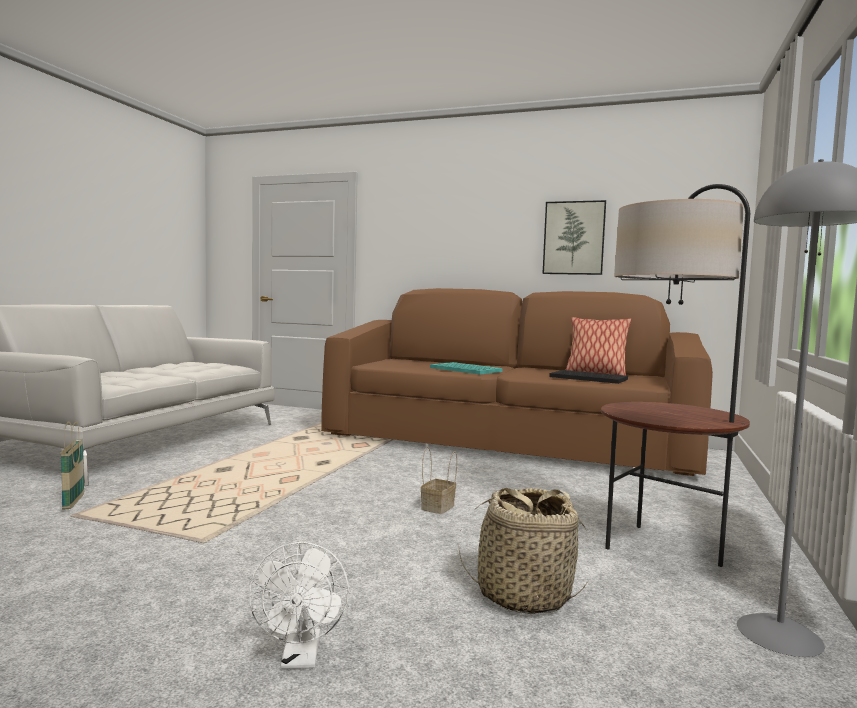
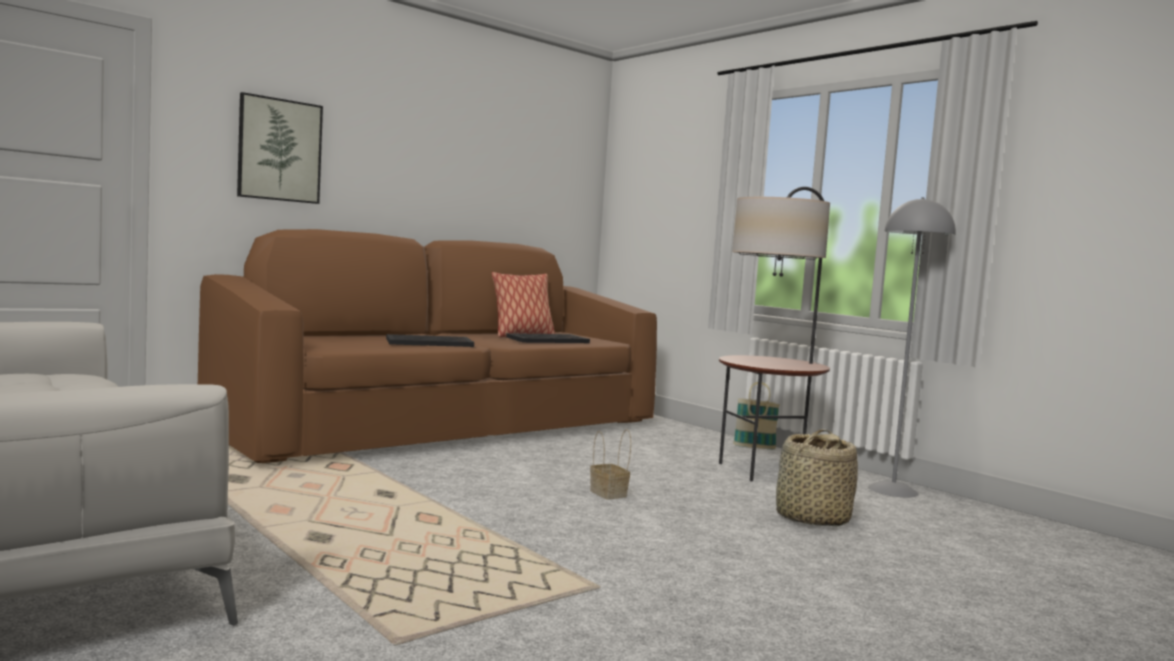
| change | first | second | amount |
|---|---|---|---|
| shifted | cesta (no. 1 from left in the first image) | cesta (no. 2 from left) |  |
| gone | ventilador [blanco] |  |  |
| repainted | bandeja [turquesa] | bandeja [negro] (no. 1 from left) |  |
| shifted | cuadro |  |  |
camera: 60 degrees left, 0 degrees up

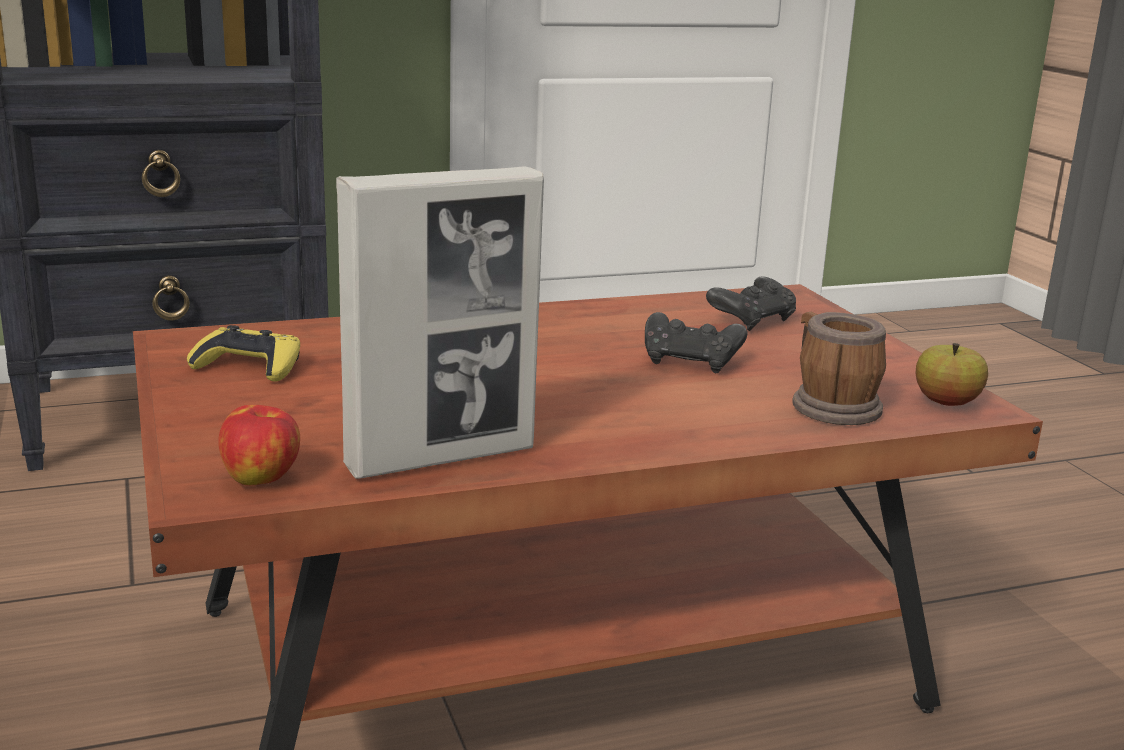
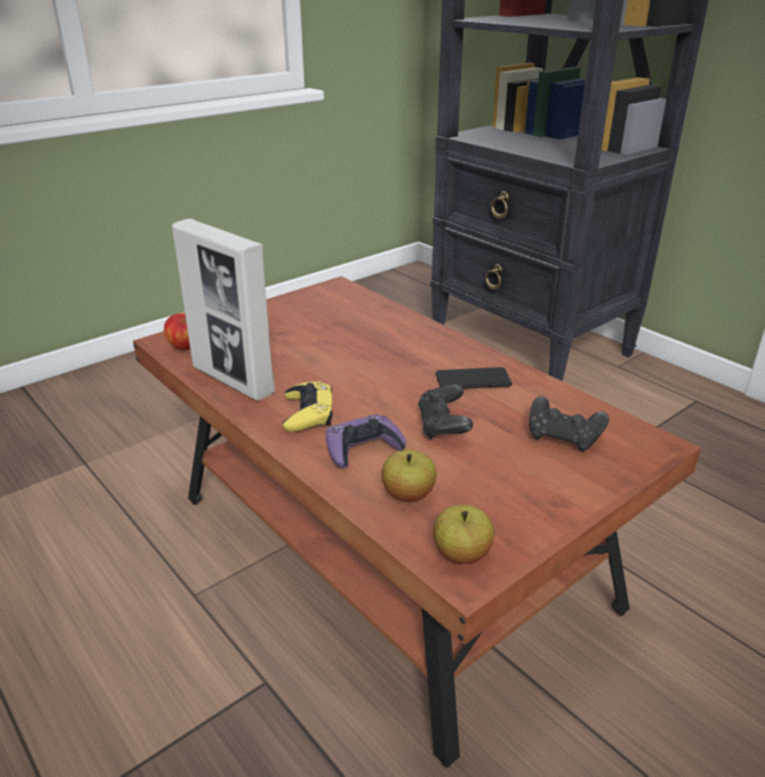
| change | first | second | amount |
|---|---|---|---|
| shifted | mando de consola [amarillo] |  |  |
| swapped | taza grande | manzana (no. 2 from left) |  |
| new |  | mando de consola [morado] |  |
| new |  | móvil |  |
camera: 70 degrees right, 10 degrees up

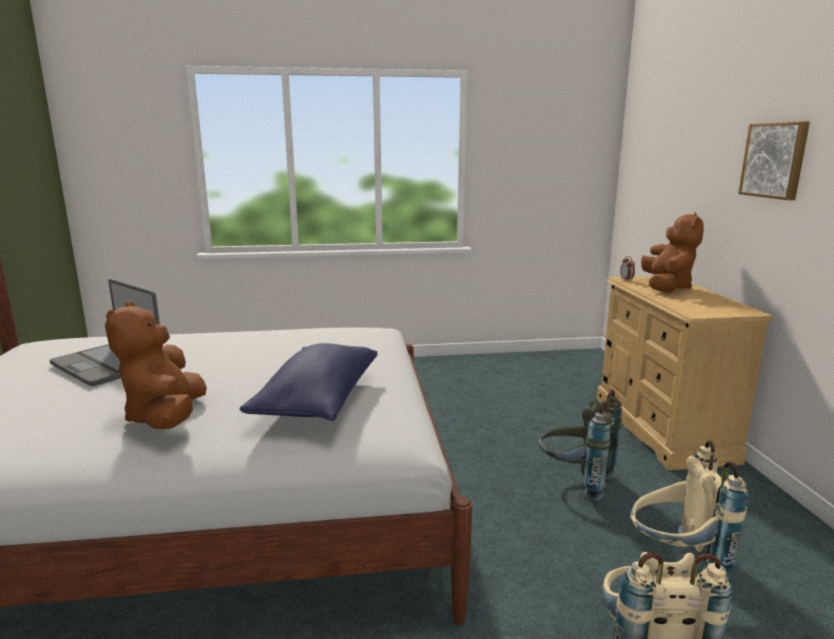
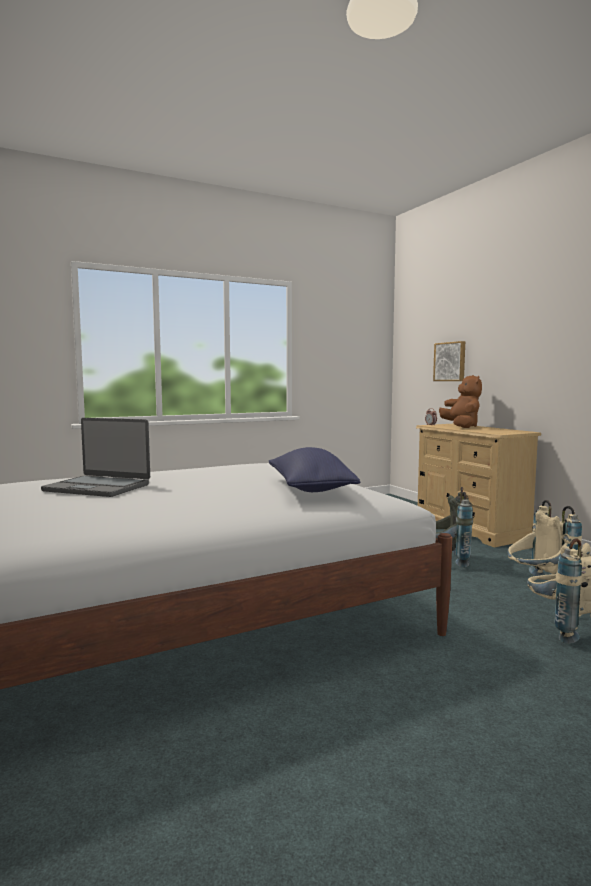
| change | first | second | amount |
|---|---|---|---|
| gone | peluche [marrón] (no. 1 from left) |  |  |
| shifted | cuadro |  |  |
camera: 20 degrees left, 10 degrees down

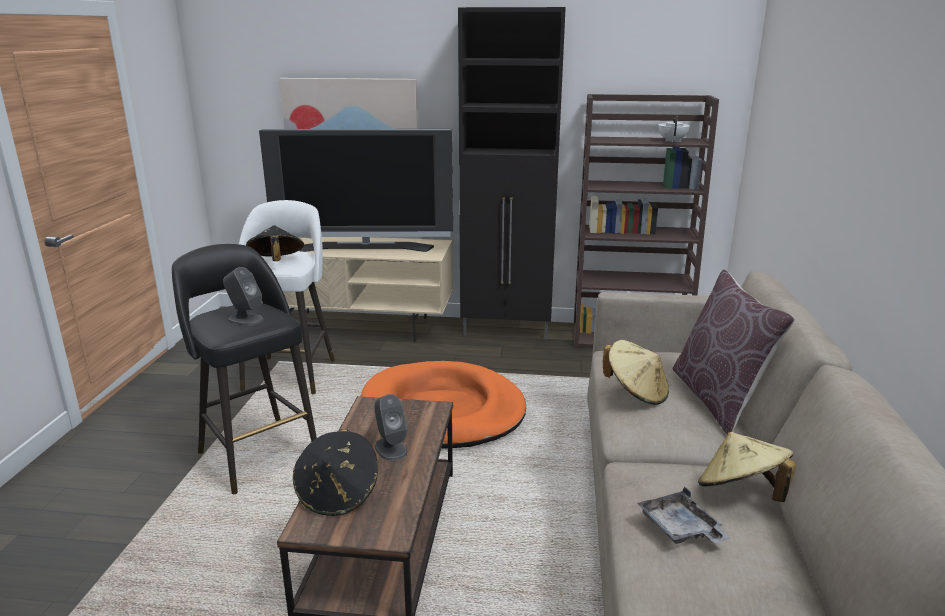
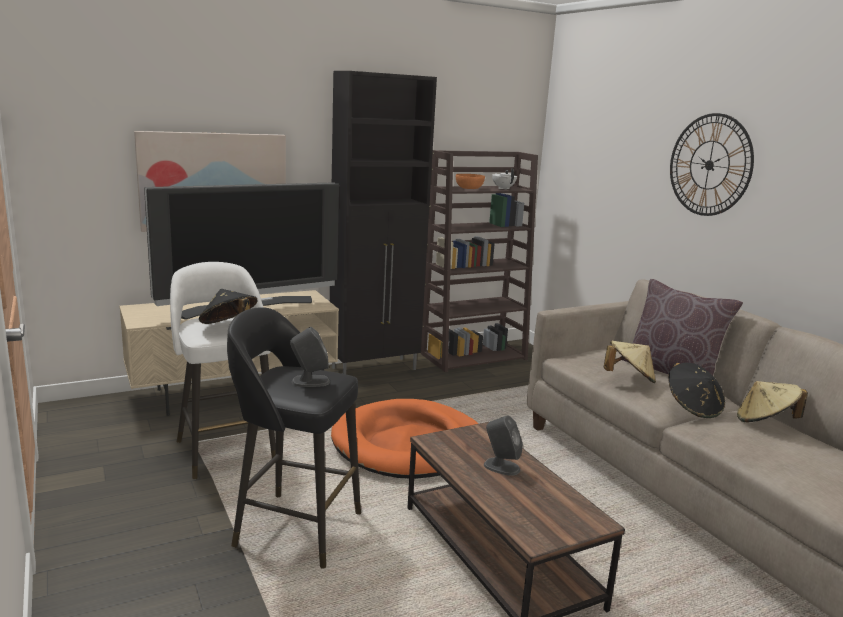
| change | first | second | amount |
|---|---|---|---|
| shifted | sombrero [negro] (no. 2 from left) |  |  |
| gone | bandeja [gris] |  |  |
| new |  | cuenco [naranja] |  |
| new |  | reloj de pared |  |
camera: 35 degrees left, 5 degrees down

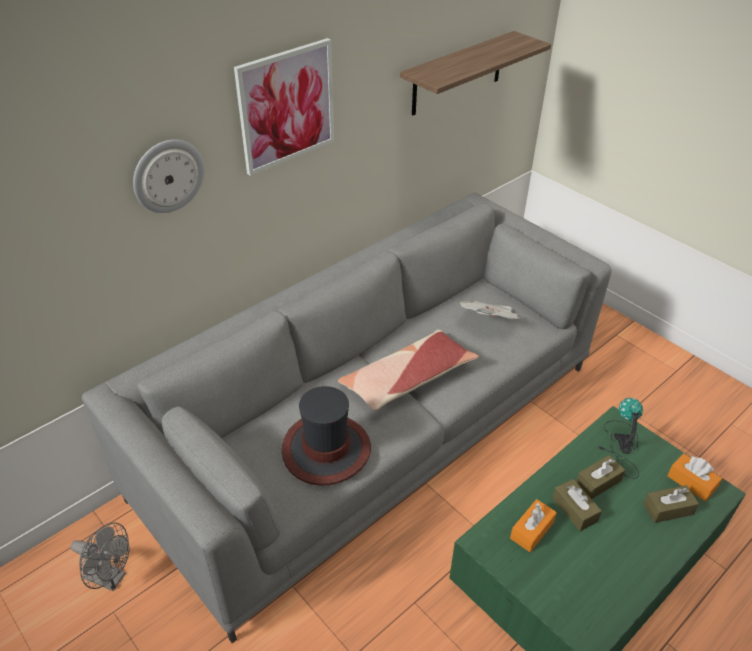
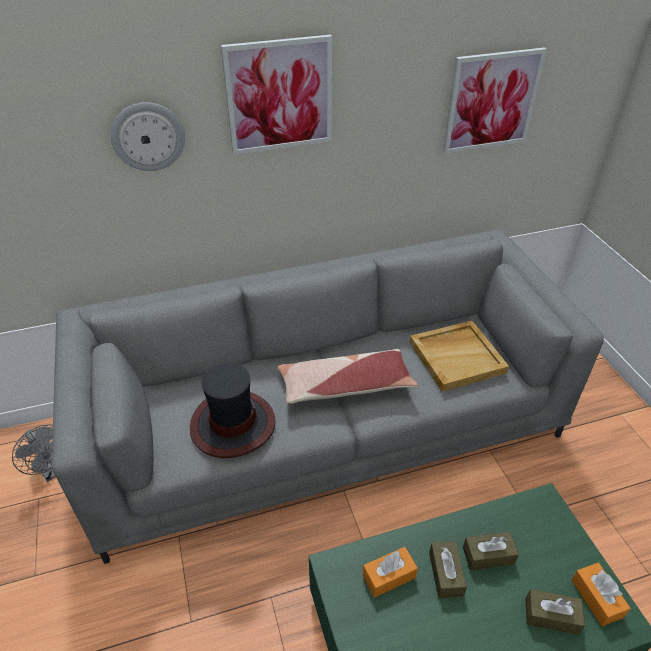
| change | first | second | amount |
|---|---|---|---|
| swapped | estante | cuadro (no. 2 from left) |  |
| swapped | periódico | bandeja [beis] |  |
| gone | lámpara de mesa |  |  |
camera: 25 degrees right, 0 degrees up

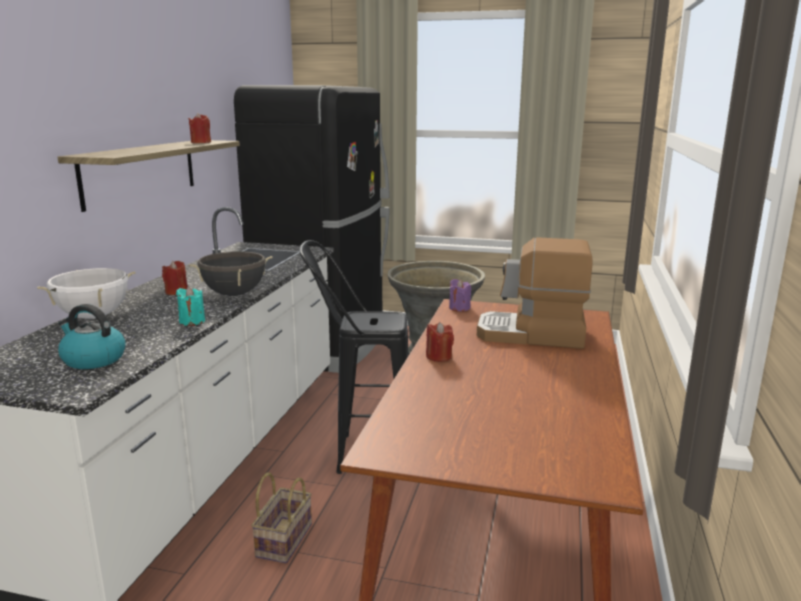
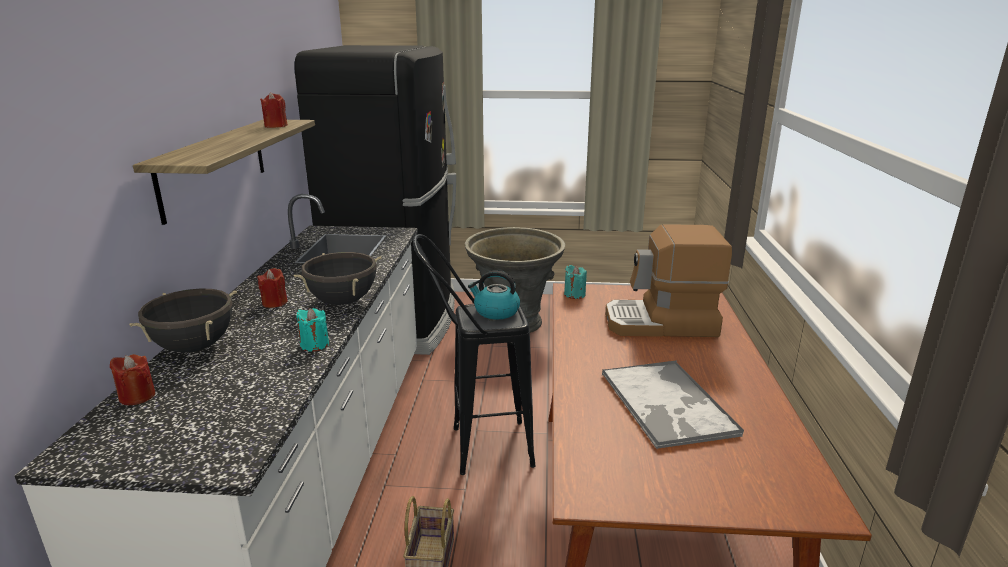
| change | first | second | amount |
|---|---|---|---|
| repainted | olla [blanco] | olla [negro] (no. 1 from left) |  |
| shifted | hervidor |  |  |
| shifted | vela [rojo] (no. 3 from left in the first image) | vela [rojo] (no. 1 from left) |  |
| repainted | vela [morado] | vela [turquesa] (no. 2 from left) |  |
| new |  | bandeja |  |
camera: 10 degrees left, 5 degrees up

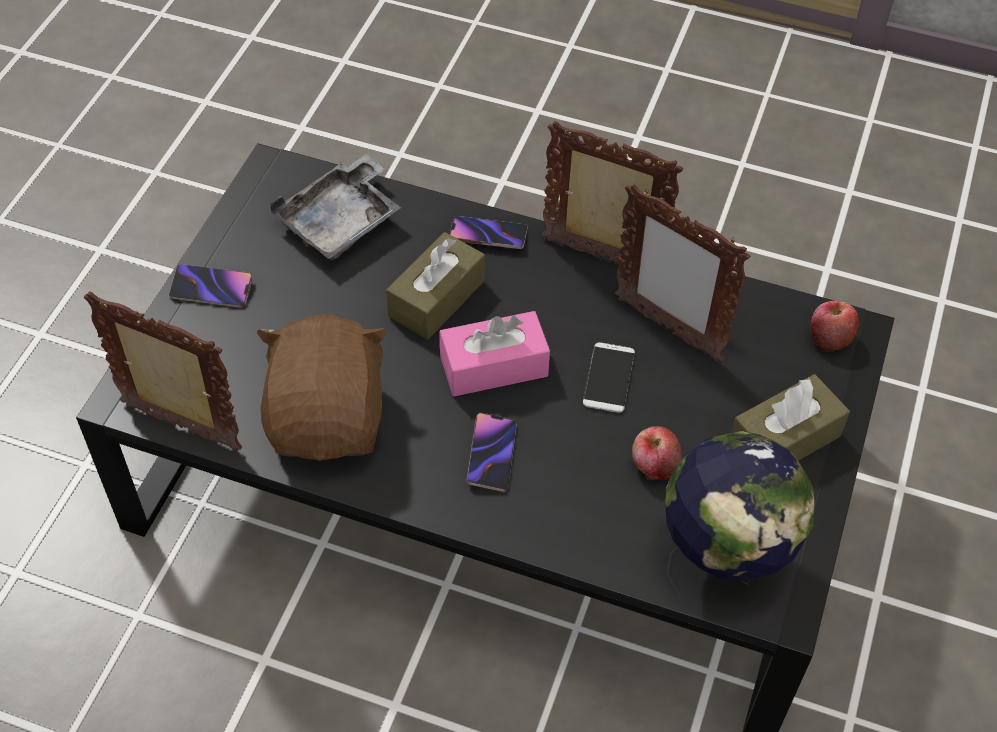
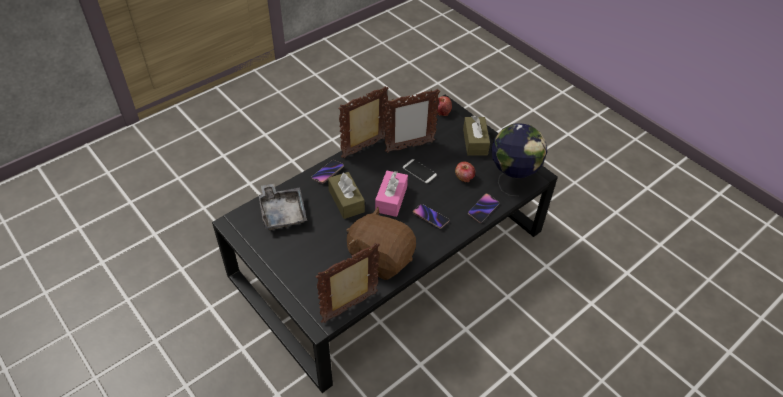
| change | first | second | amount |
|---|---|---|---|
| shifted | móvil (no. 1 from left in the first image) | móvil (no. 4 from left) |  |
camera: 60 degrees left, 5 degrees down

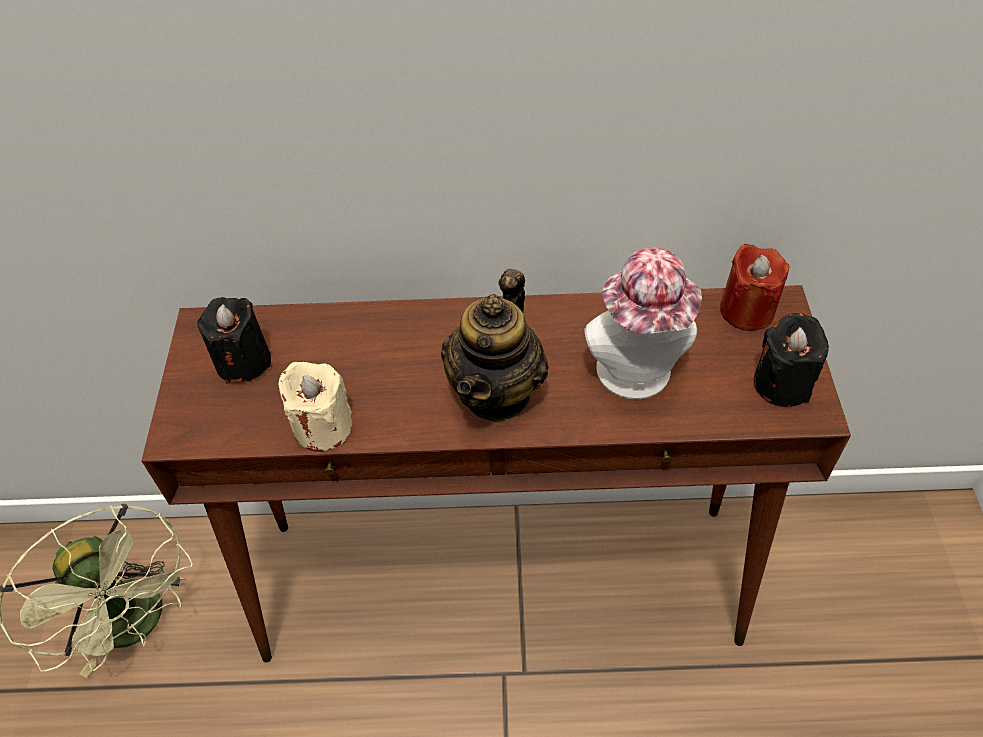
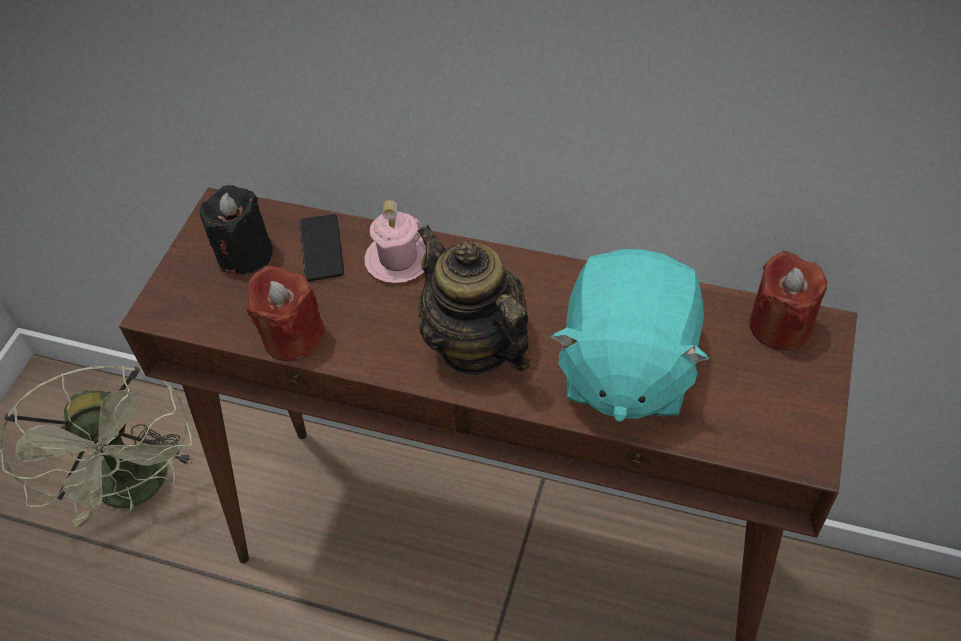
| change | first | second | amount |
|---|---|---|---|
| repainted | vela [beis] | vela [rojo] (no. 1 from left) |  |
| rotated | tetera |  | 105 degrees clockwise |
| swapped | sombrero | peluche [turquesa] |  |
| gone | vela [negro] (no. 2 from left) |  |  |
| new |  | móvil |  |
| new |  | taza grande [rosa] |  |
camera: 20 degrees right, 0 degrees up

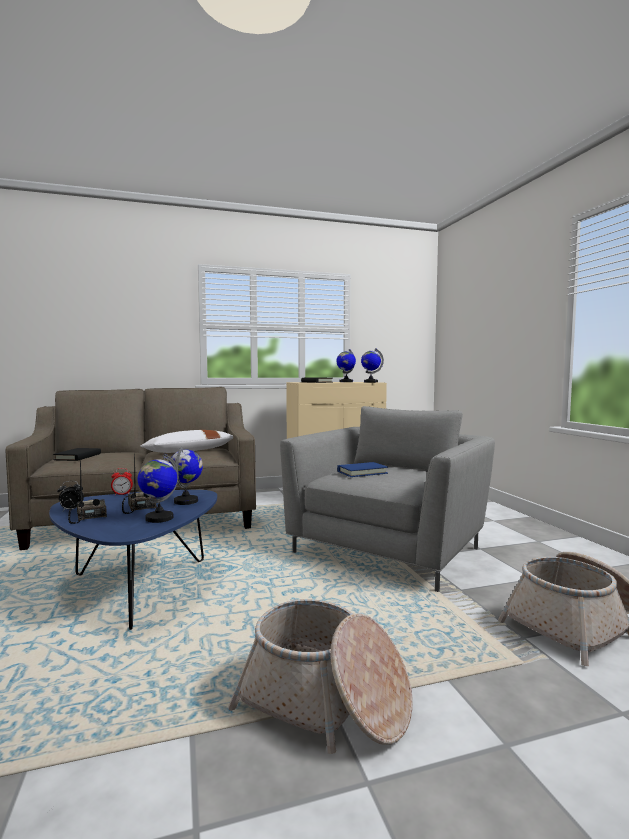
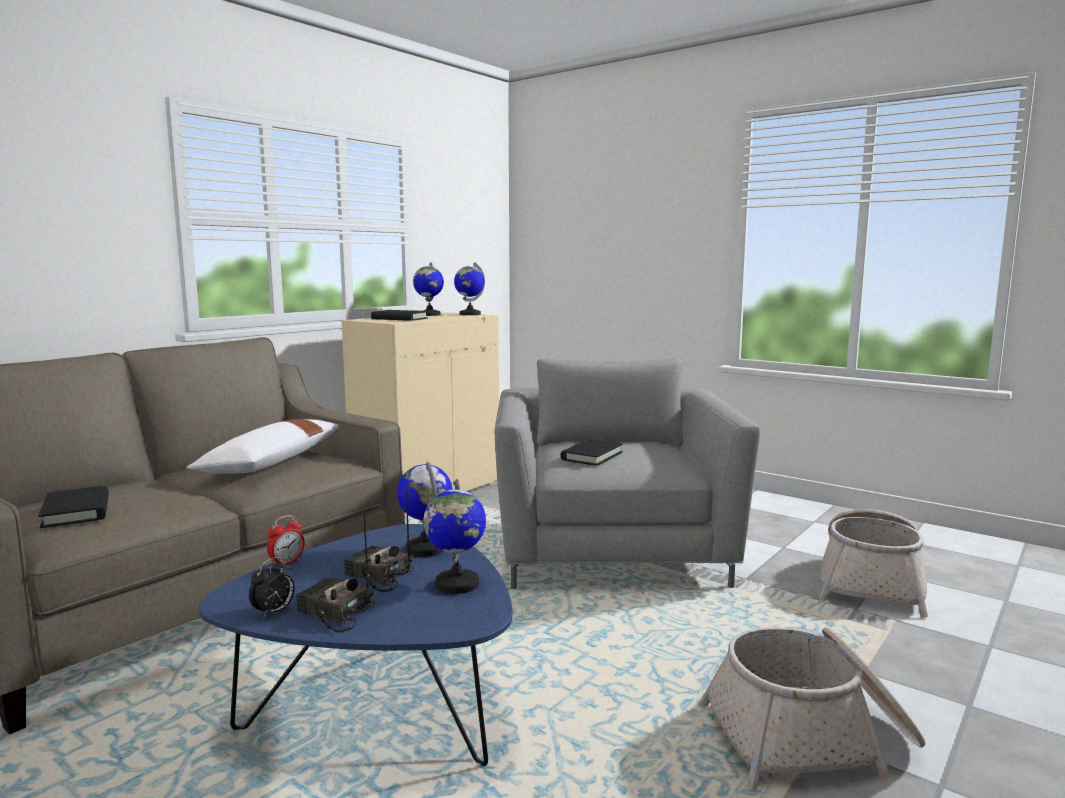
| change | first | second | amount |
|---|---|---|---|
| repainted | libro [azul] | libro [negro] (no. 3 from left) |  |
camera: 35 degrees left, 5 degrees up

